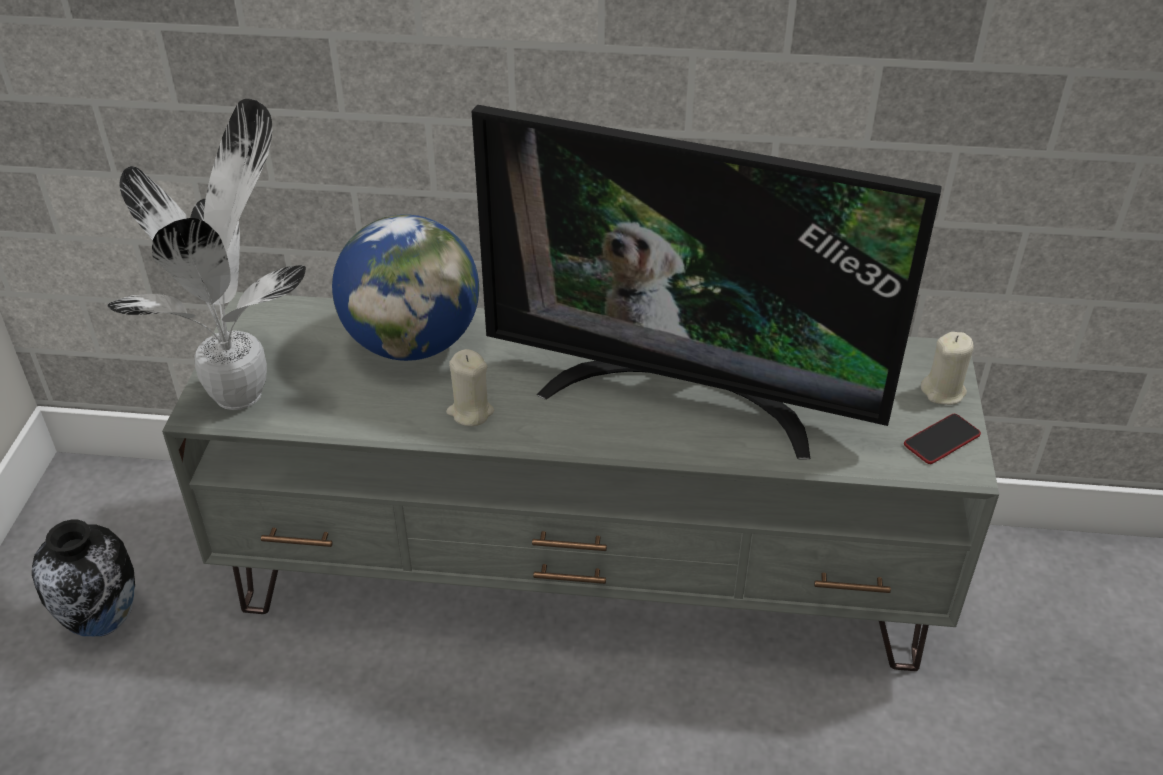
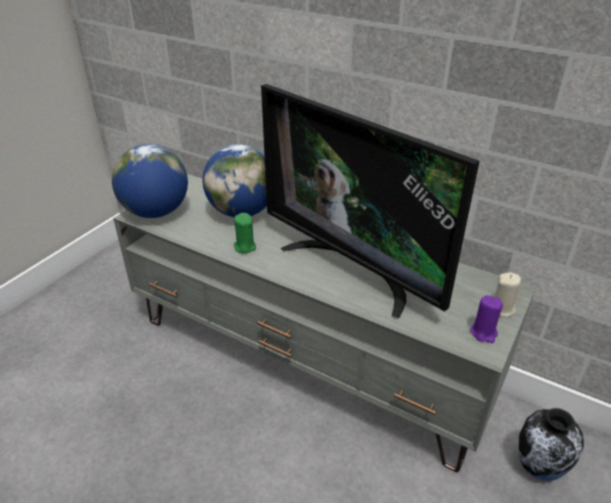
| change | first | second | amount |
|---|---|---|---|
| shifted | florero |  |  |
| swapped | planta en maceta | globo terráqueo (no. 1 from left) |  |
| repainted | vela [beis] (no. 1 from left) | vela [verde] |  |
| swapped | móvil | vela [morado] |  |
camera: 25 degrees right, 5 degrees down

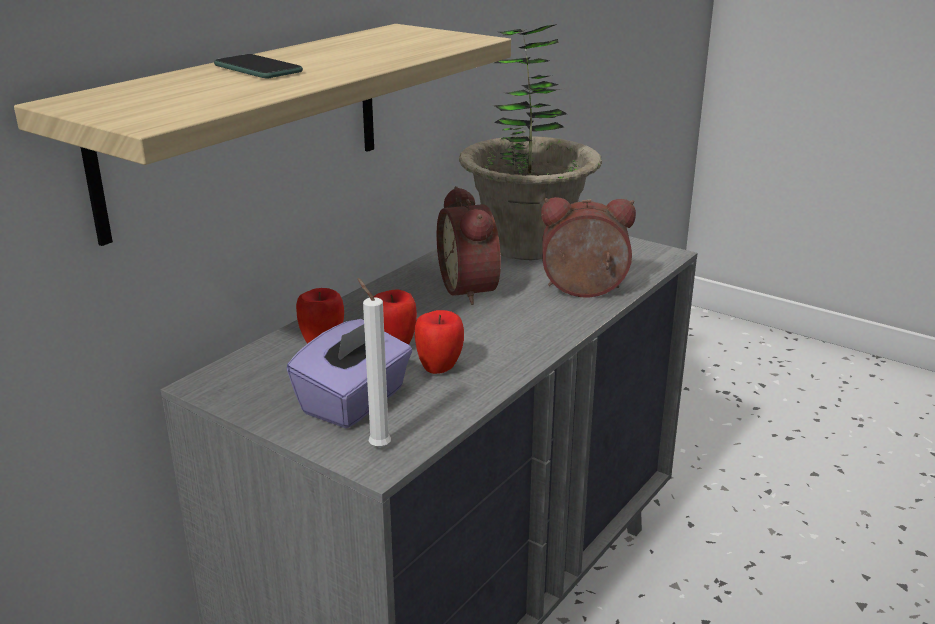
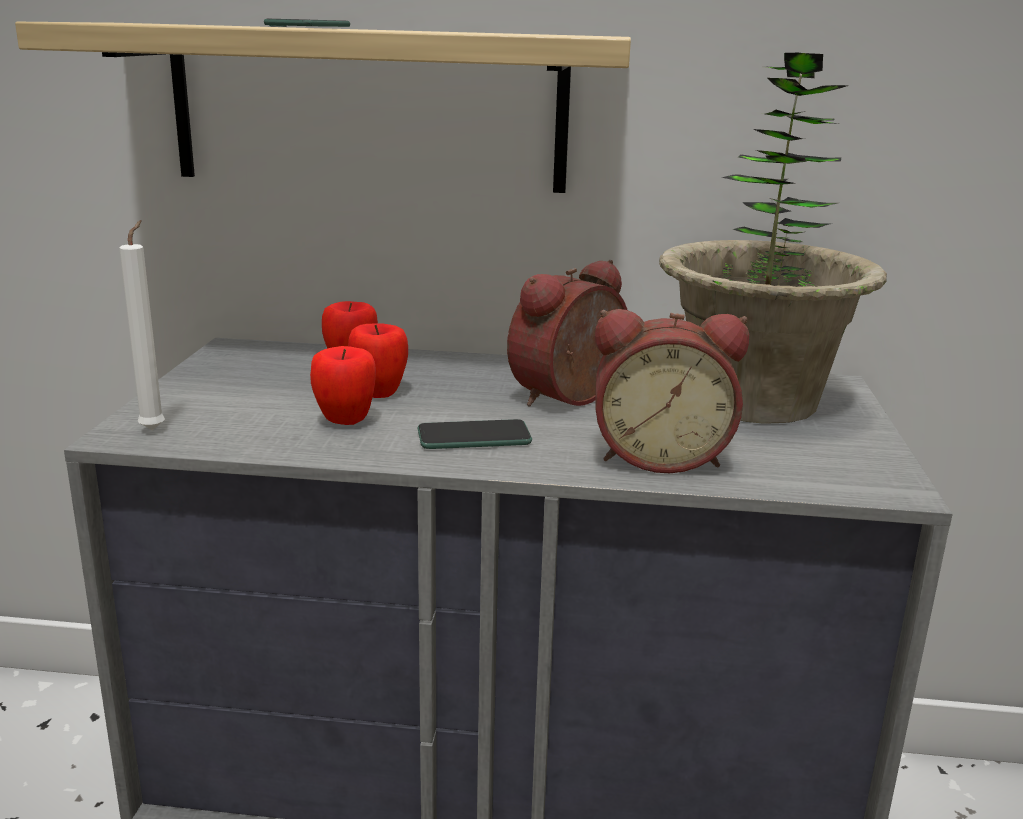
| change | first | second | amount |
|---|---|---|---|
| gone | caja de pañuelos [morado] |  |  |
| rotated | despertador (no. 2 from left) |  | 120 degrees clockwise |
| new |  | móvil (no. 2 from left) |  |
camera: 60 degrees right, 5 degrees down

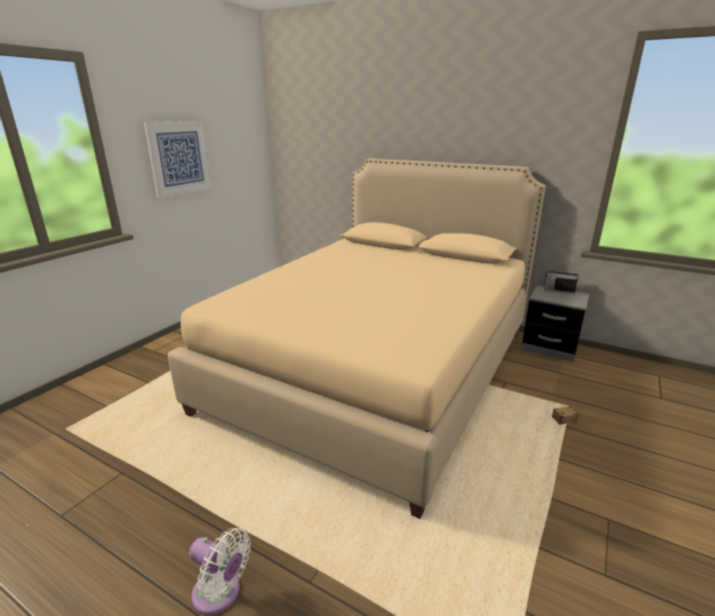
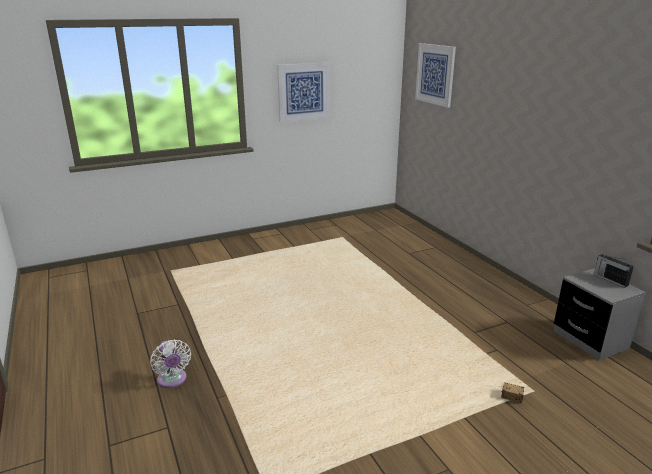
| change | first | second | amount |
|---|---|---|---|
| gone | cama [beis] |  |  |
| new |  | cuadro (no. 2 from left) |  |
camera: 35 degrees right, 0 degrees up

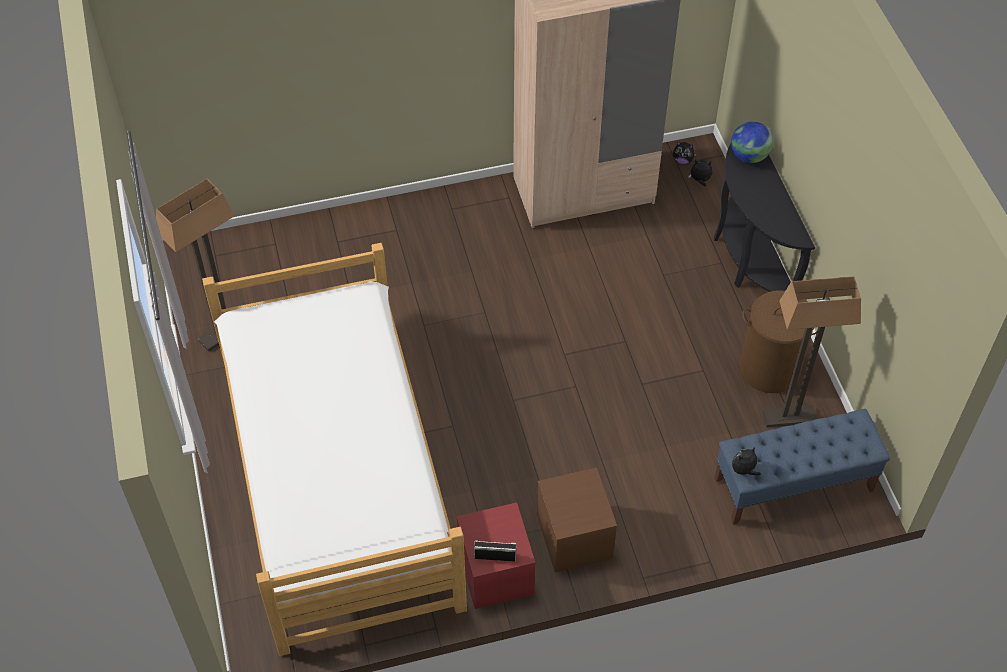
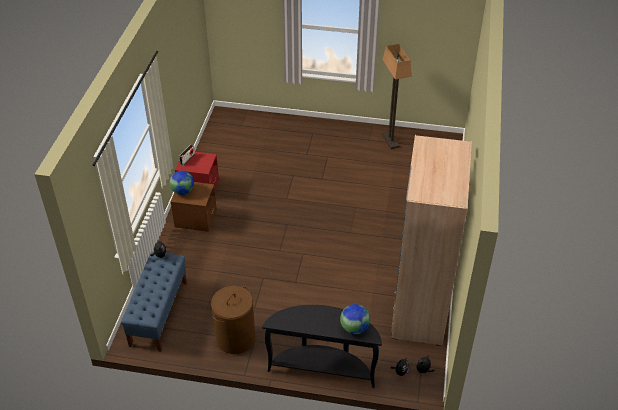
| change | first | second | amount |
|---|---|---|---|
| gone | cama |  |  |
| gone | lámpara de pie (no. 2 from left) |  |  |
| new |  | globo terráqueo (no. 1 from left) |  |
camera: 115 degrees right, 10 degrees down

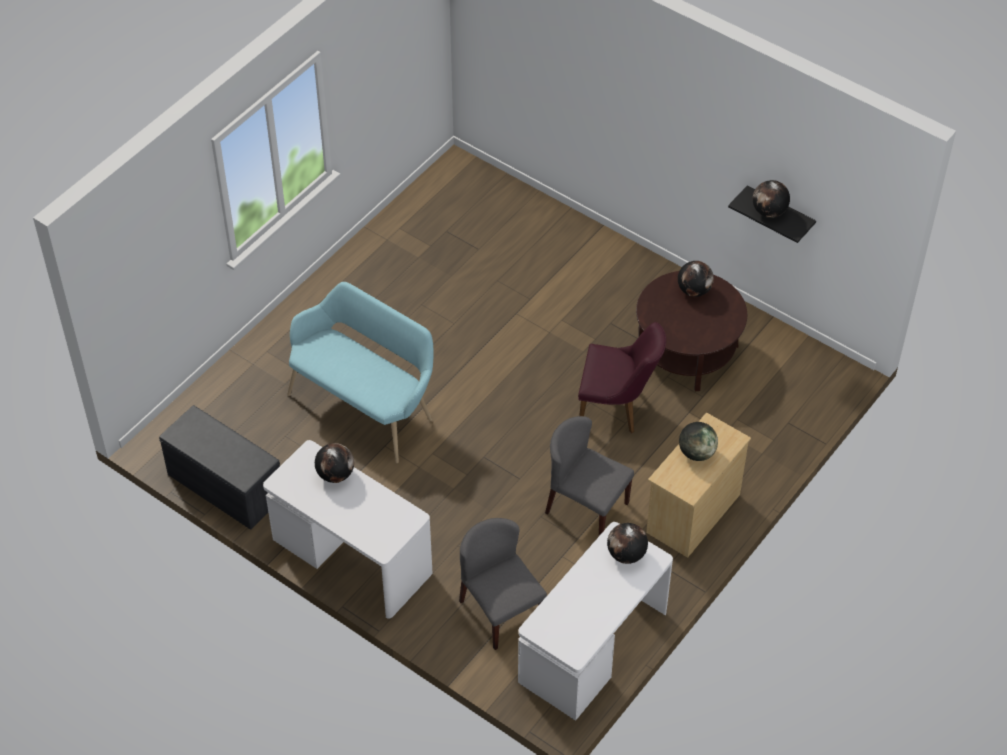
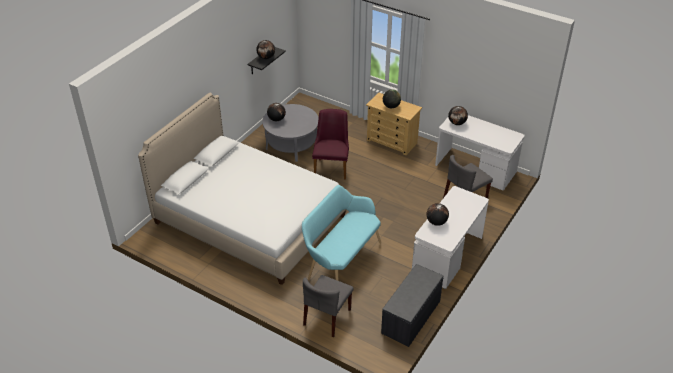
| change | first | second | amount |
|---|---|---|---|
| shifted | silla [gris] (no. 2 from left in the first image) | silla [gris] (no. 1 from left) |  |
| repainted | mesa de centro [marrón] | mesa de centro [gris] |  |
| new |  | cama |  |
camera: 95 degrees left, 10 degrees down

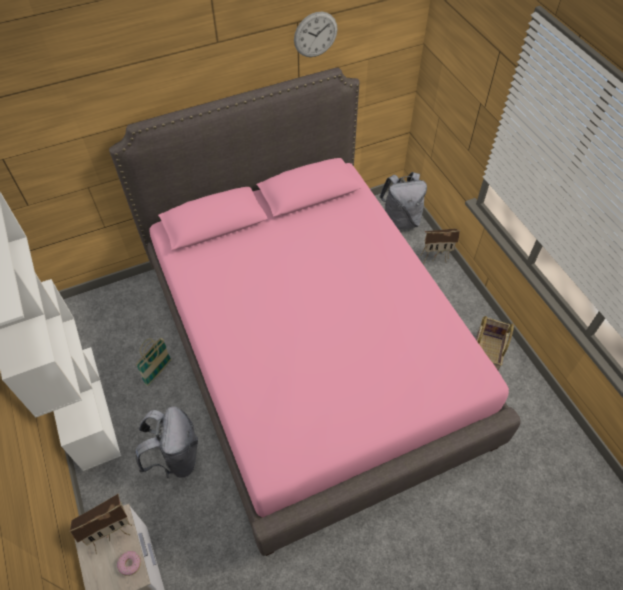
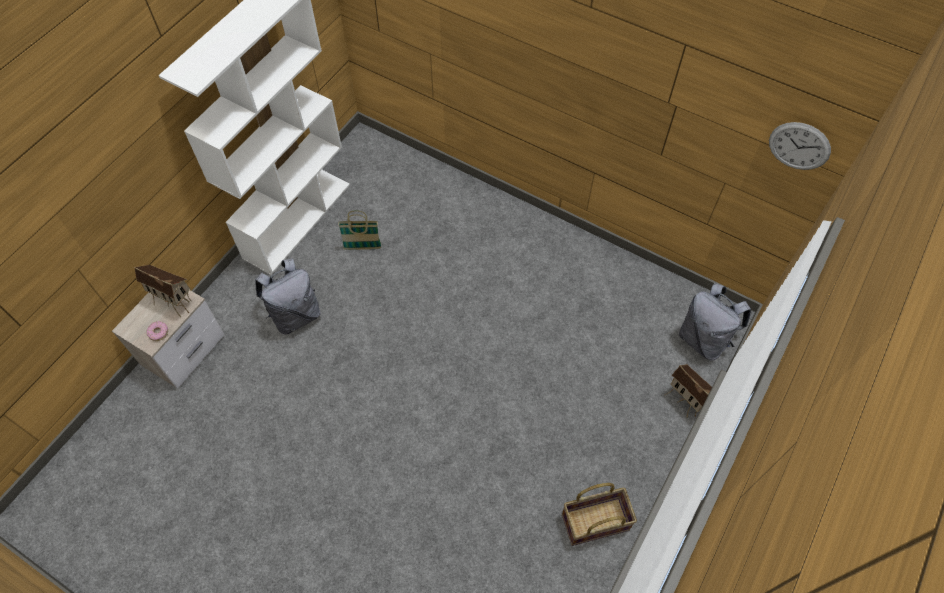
| change | first | second | amount |
|---|---|---|---|
| gone | cama [rosa] |  |  |
| shifted | reloj de pared |  |  |
camera: 55 degrees right, 5 degrees up

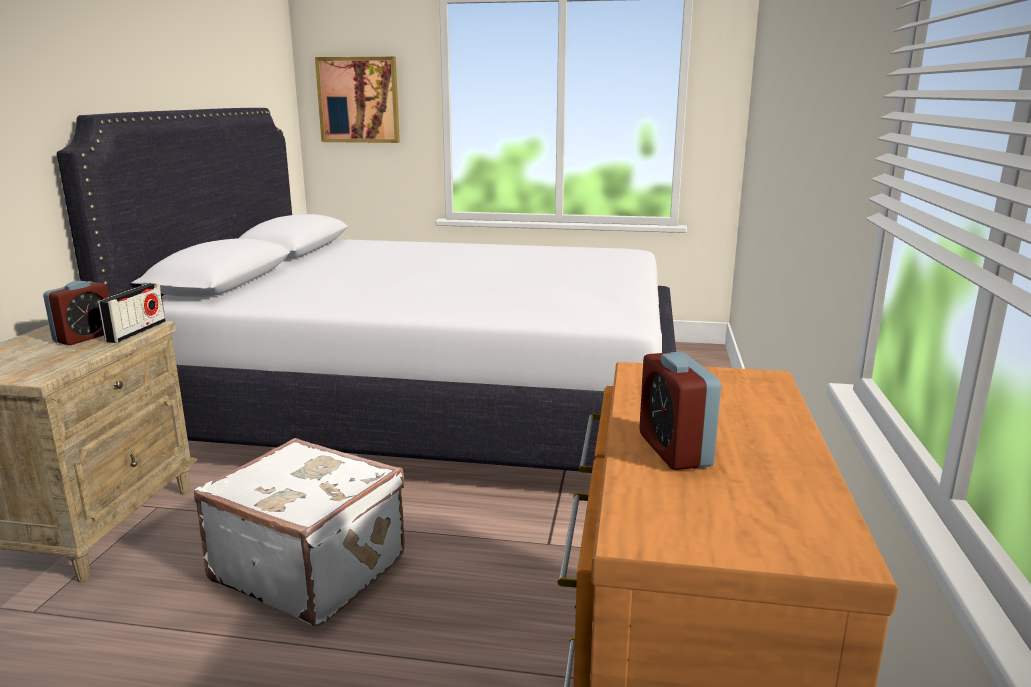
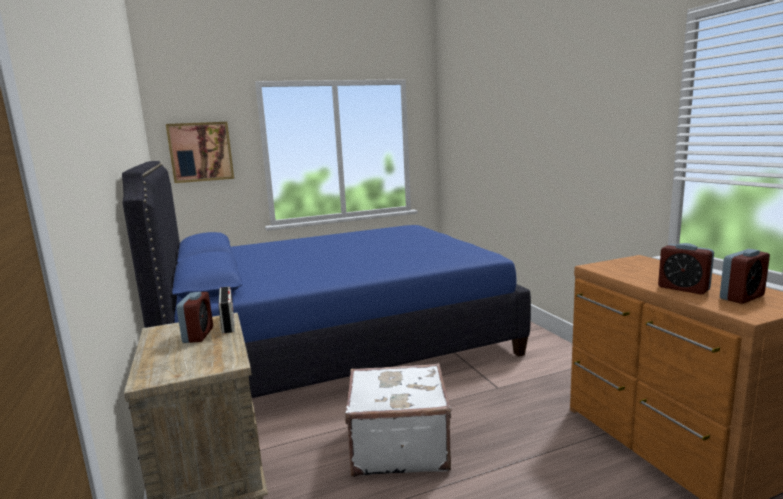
| change | first | second | amount |
|---|---|---|---|
| repainted | cama [blanco] | cama [azul] |  |
| new |  | despertador (no. 3 from left) |  |
camera: 30 degrees left, 5 degrees down

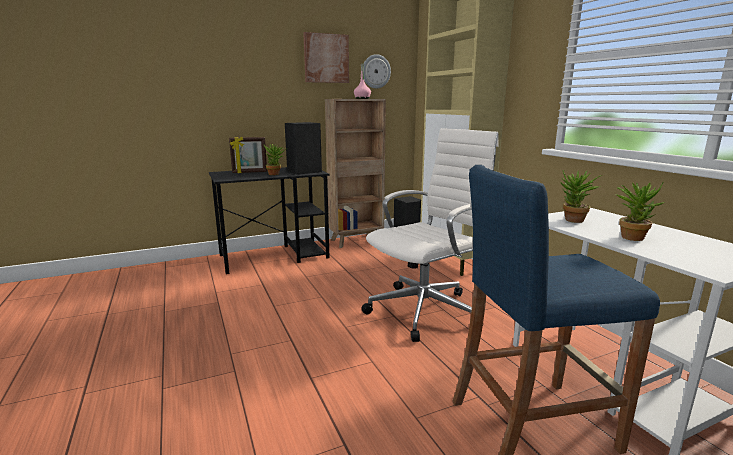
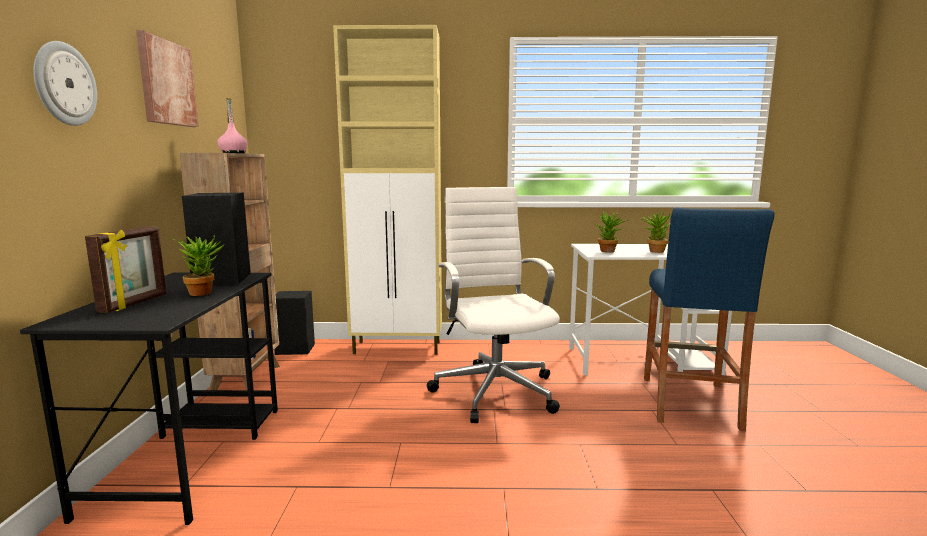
| change | first | second | amount |
|---|---|---|---|
| shifted | reloj de pared |  |  |
camera: 65 degrees left, 5 degrees down

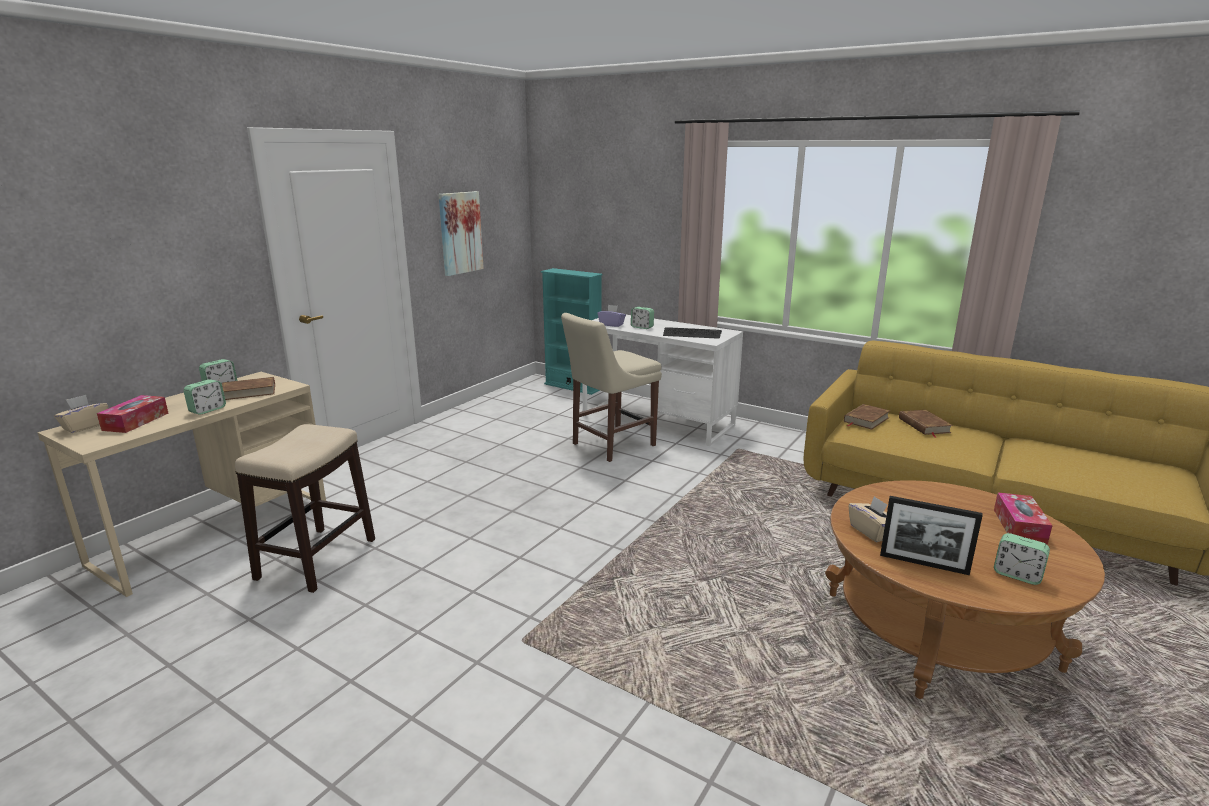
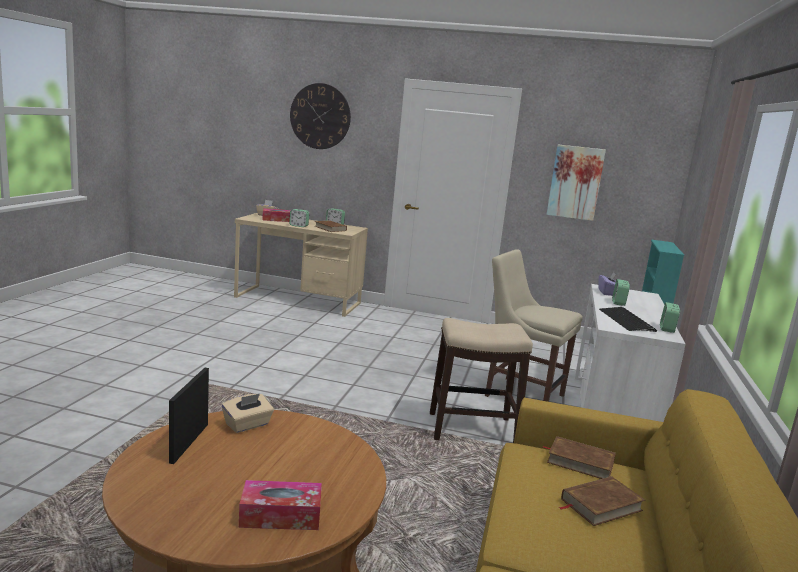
| change | first | second | amount |
|---|---|---|---|
| shifted | taburete |  |  |
| shifted | despertador (no. 4 from left) |  |  |
| new |  | reloj de pared |  |
camera: 70 degrees right, 5 degrees down

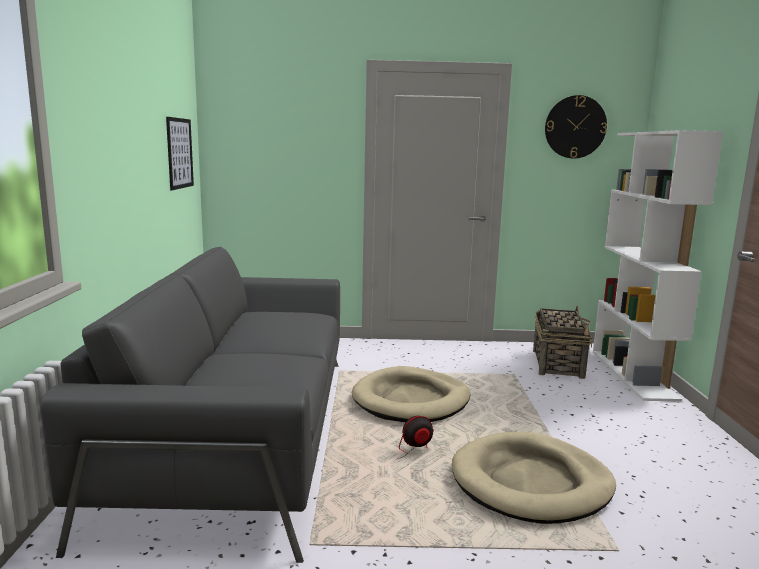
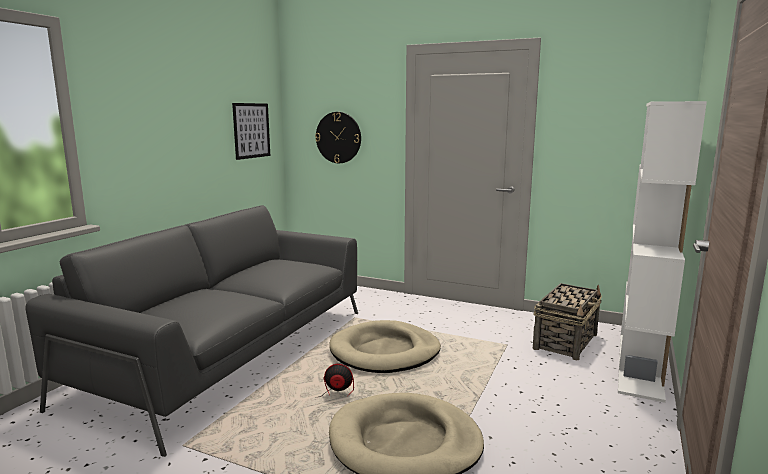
| change | first | second | amount |
|---|---|---|---|
| shifted | reloj de pared |  |  |
camera: 25 degrees right, 0 degrees up

